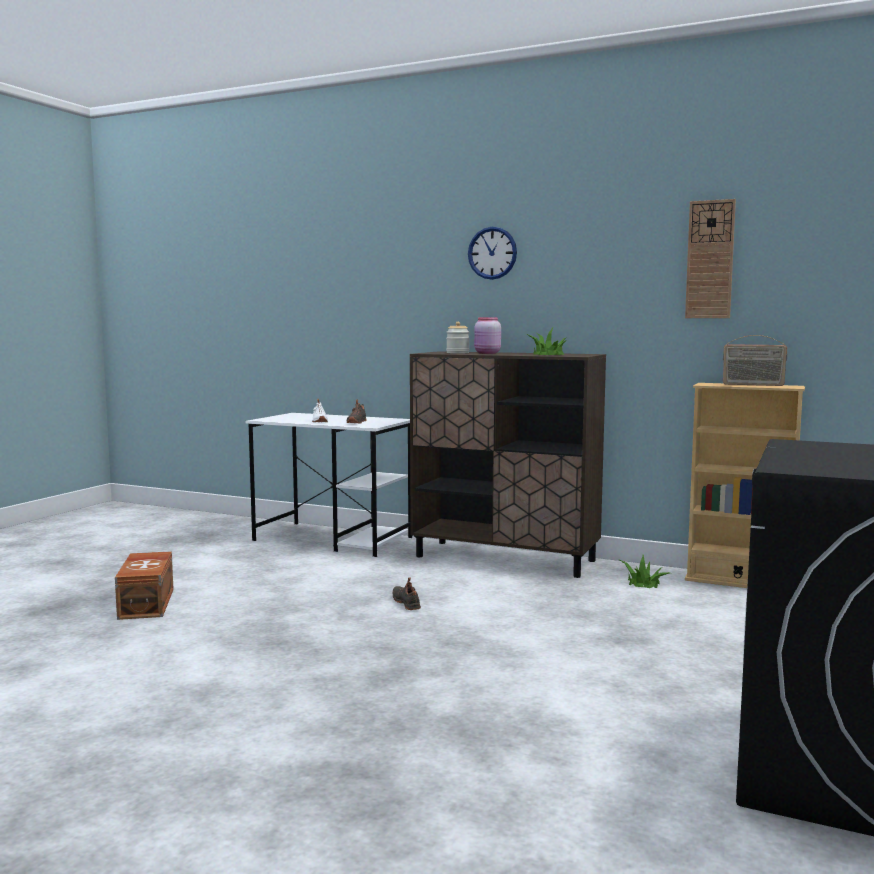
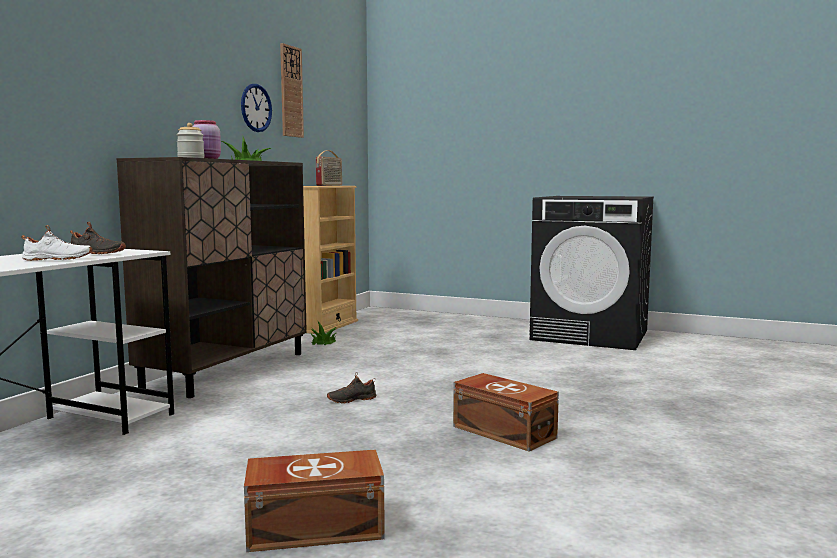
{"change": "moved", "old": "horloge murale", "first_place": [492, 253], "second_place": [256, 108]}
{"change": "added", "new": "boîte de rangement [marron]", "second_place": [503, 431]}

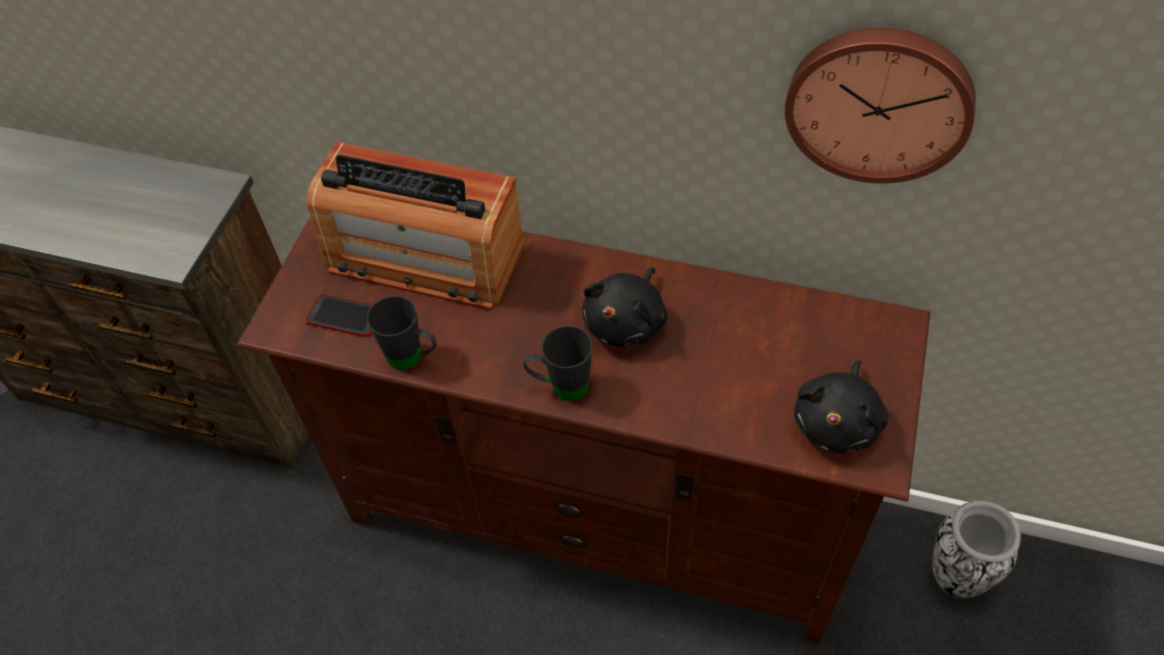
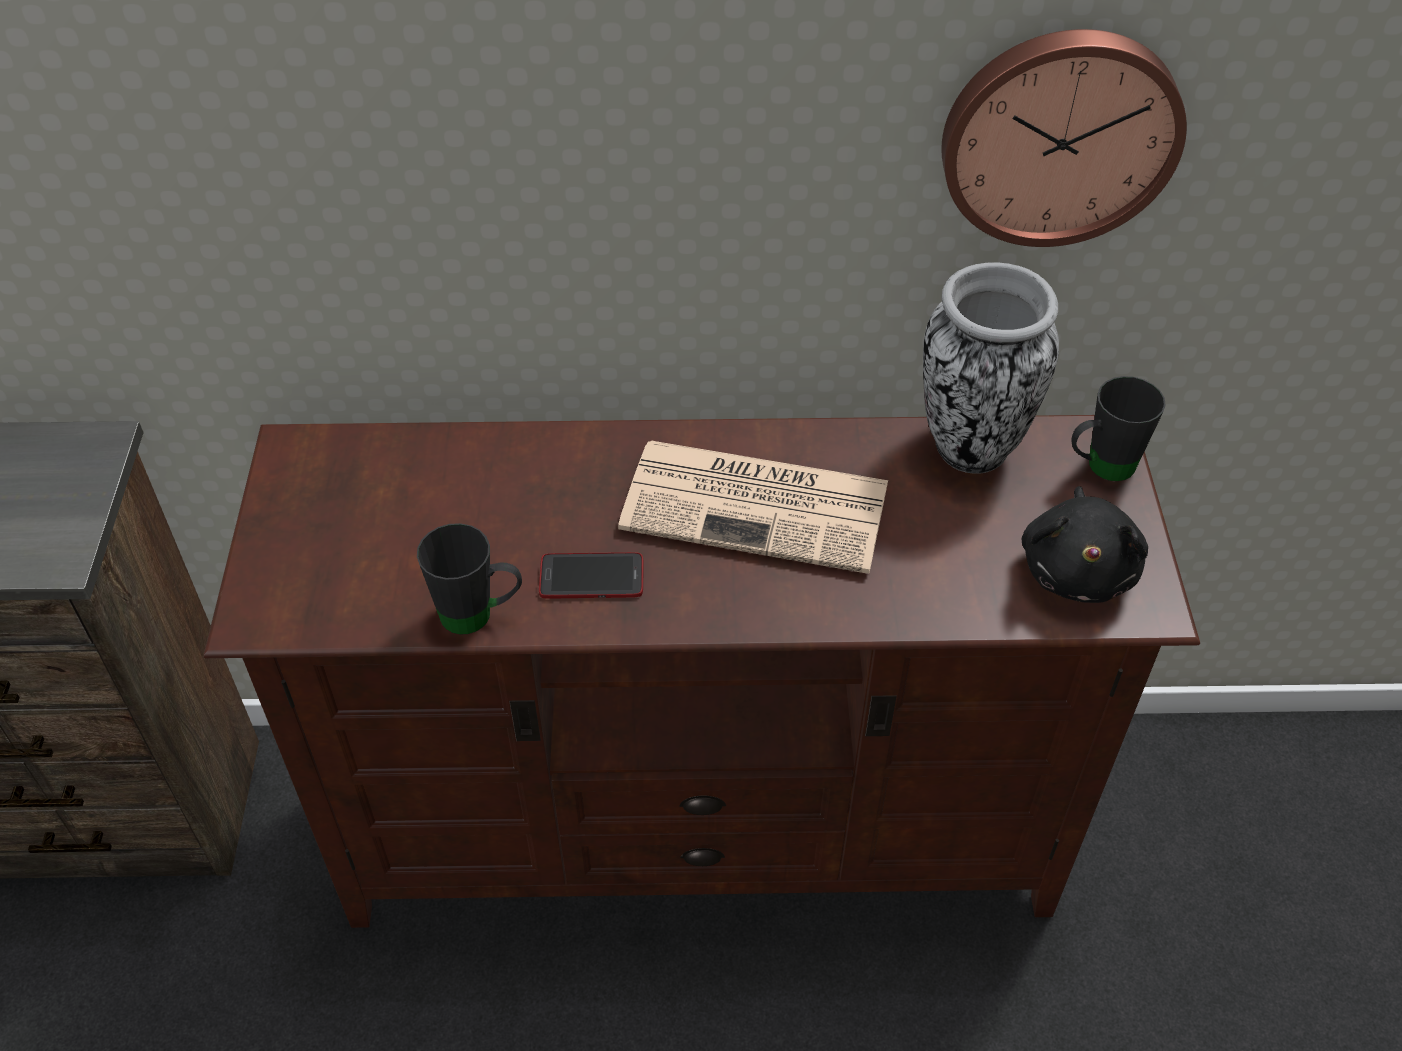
{"change": "moved", "old": "téléphone", "first_place": [343, 316], "second_place": [591, 577]}
{"change": "replaced", "old": "peluche [noir]", "new": "journal", "first_place": [627, 322], "second_place": [759, 506]}
{"change": "moved", "old": "vase", "first_place": [954, 577], "second_place": [969, 446]}
{"change": "moved", "old": "mug [noir]", "first_place": [560, 387], "second_place": [1100, 468]}
{"change": "removed", "old": "radio", "first_place": [425, 258]}

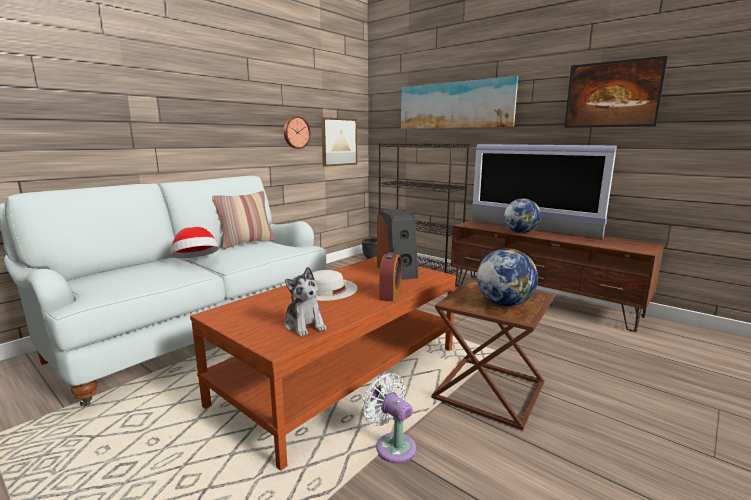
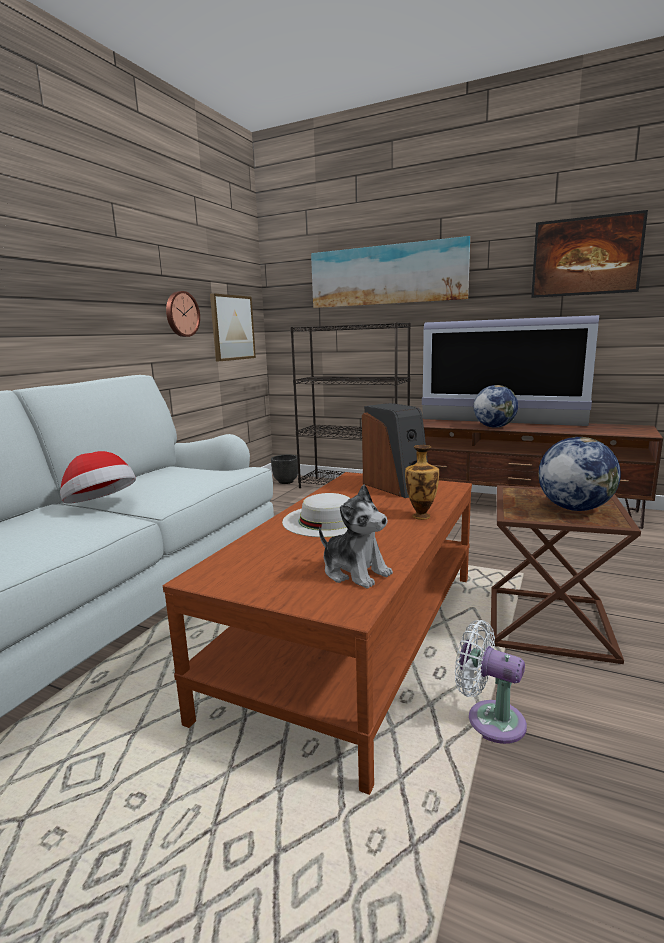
{"change": "replaced", "old": "réveil", "new": "vase", "first_place": [390, 294], "second_place": [421, 516]}
{"change": "removed", "old": "coussin", "first_place": [246, 243]}

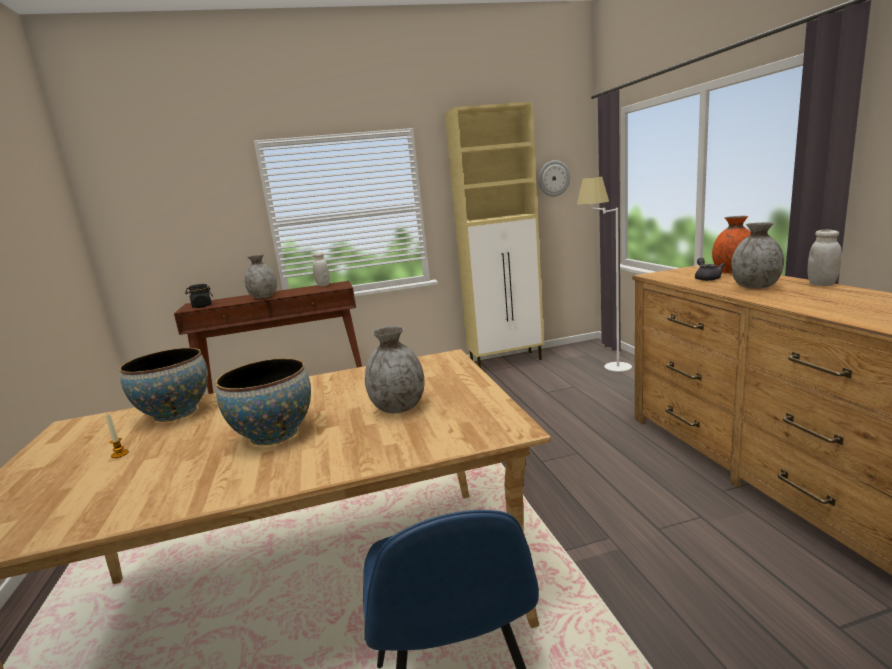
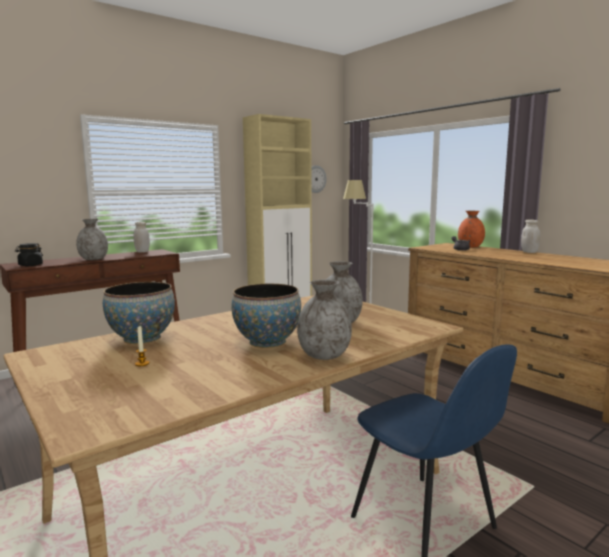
{"change": "moved", "old": "vase [gris]", "first_place": [755, 287], "second_place": [324, 356]}

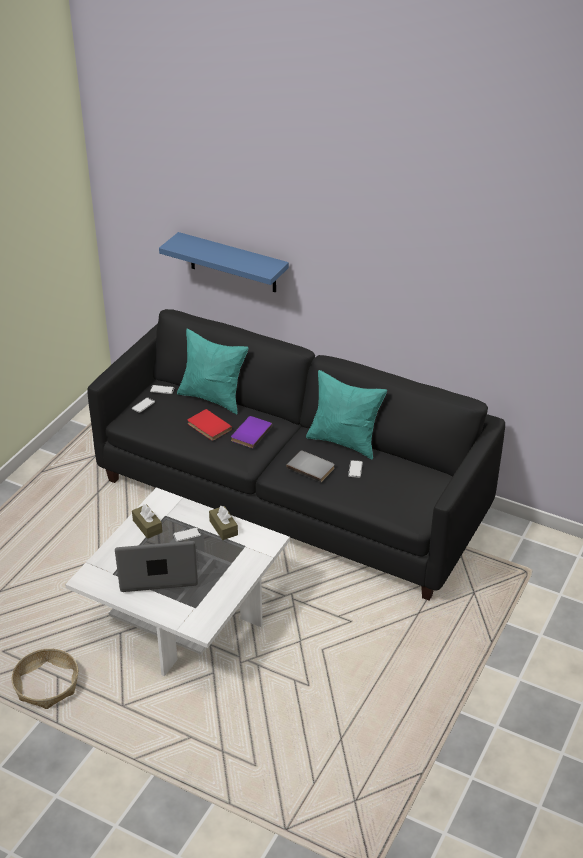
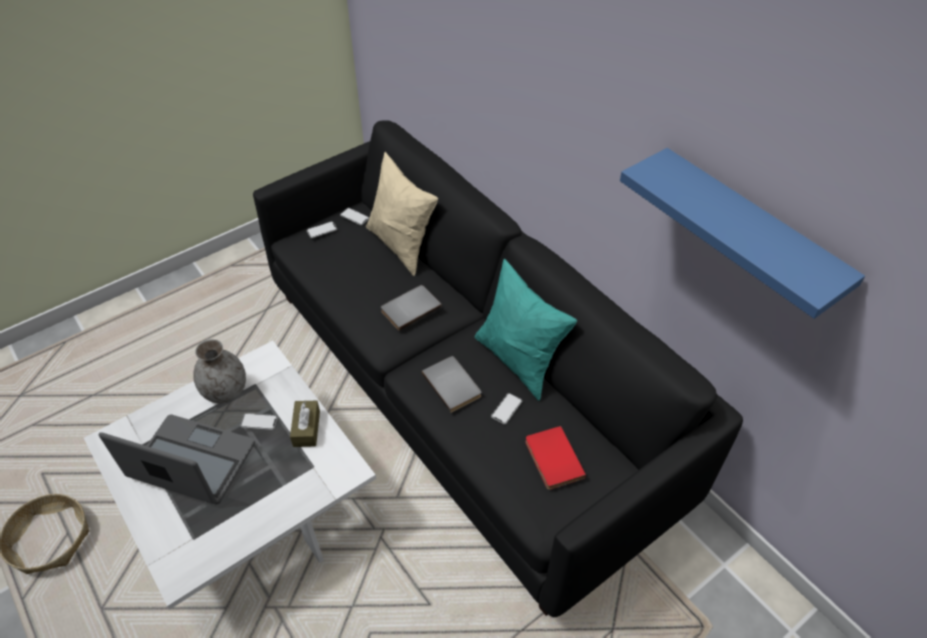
{"change": "replaced", "old": "boîte à mouchoirs [marron]", "new": "vase [gris]", "first_place": [147, 526], "second_place": [225, 391]}
{"change": "recoloured", "old": "coussin [turquoise]", "new": "coussin [beige]", "first_place": [213, 398], "second_place": [402, 245]}
{"change": "recoloured", "old": "livre [violet]", "new": "livre [gris]", "first_place": [250, 433], "second_place": [409, 308]}
{"change": "moved", "old": "livre [rouge]", "first_place": [208, 427], "second_place": [552, 459]}
{"change": "moved", "old": "étagère [bleu]", "first_place": [233, 263], "second_place": [747, 233]}

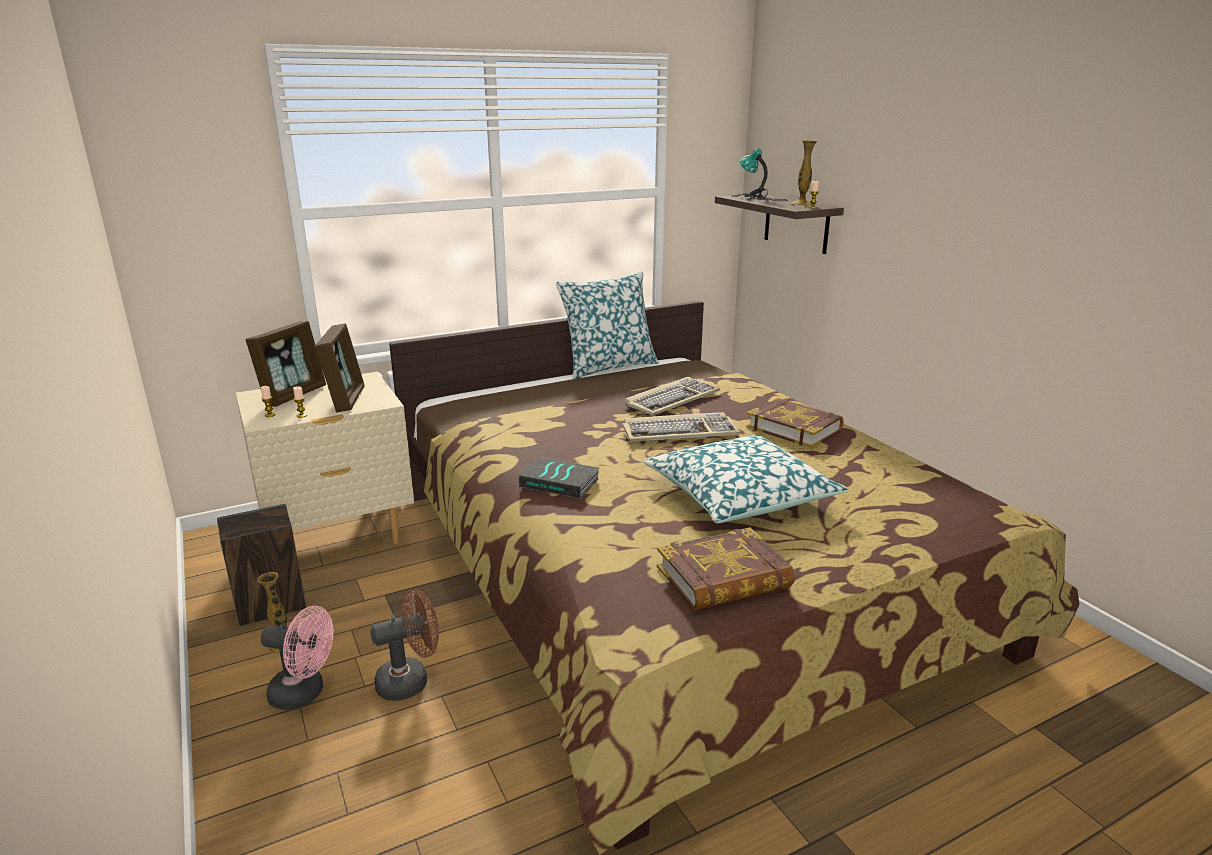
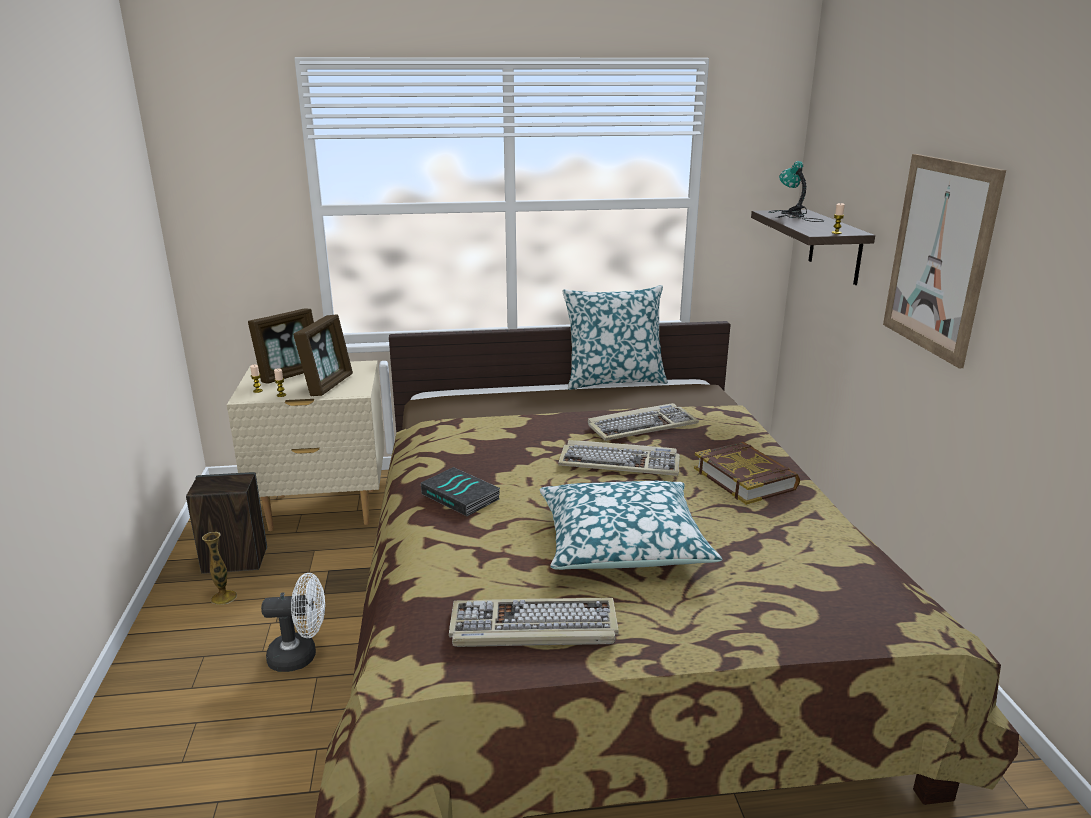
{"change": "recoloured", "old": "ventilateur [marron]", "new": "ventilateur [blanc]", "first_place": [410, 680], "second_place": [301, 656]}
{"change": "replaced", "old": "livre", "new": "clavier", "first_place": [724, 578], "second_place": [532, 628]}
{"change": "added", "new": "tableau", "second_place": [939, 257]}
{"change": "removed", "old": "ventilateur [rose]", "first_place": [305, 693]}
{"change": "removed", "old": "vase", "first_place": [801, 204]}

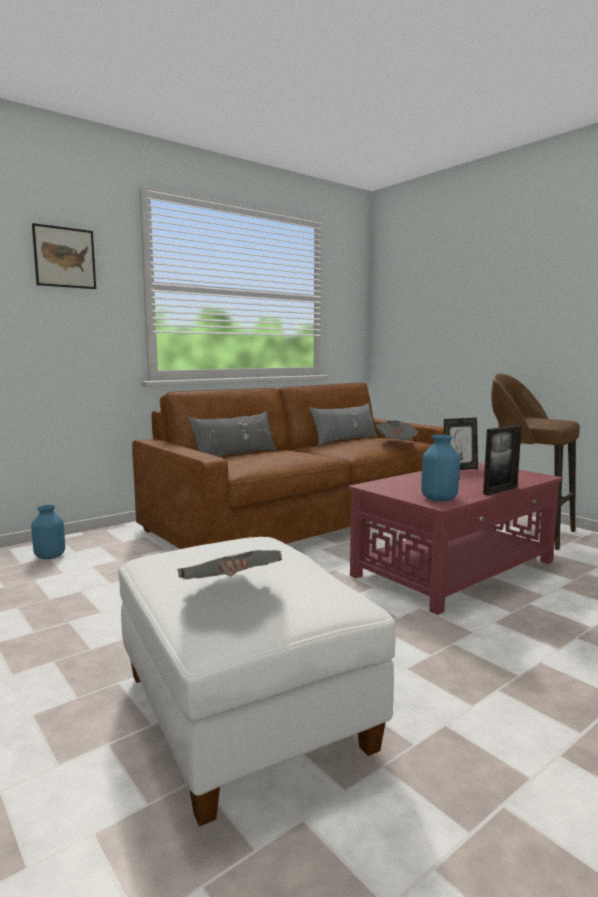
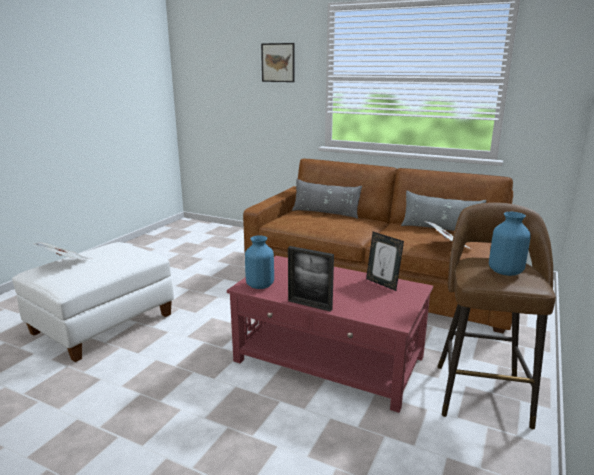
{"change": "moved", "old": "vase [bleu]", "first_place": [49, 556], "second_place": [504, 271]}

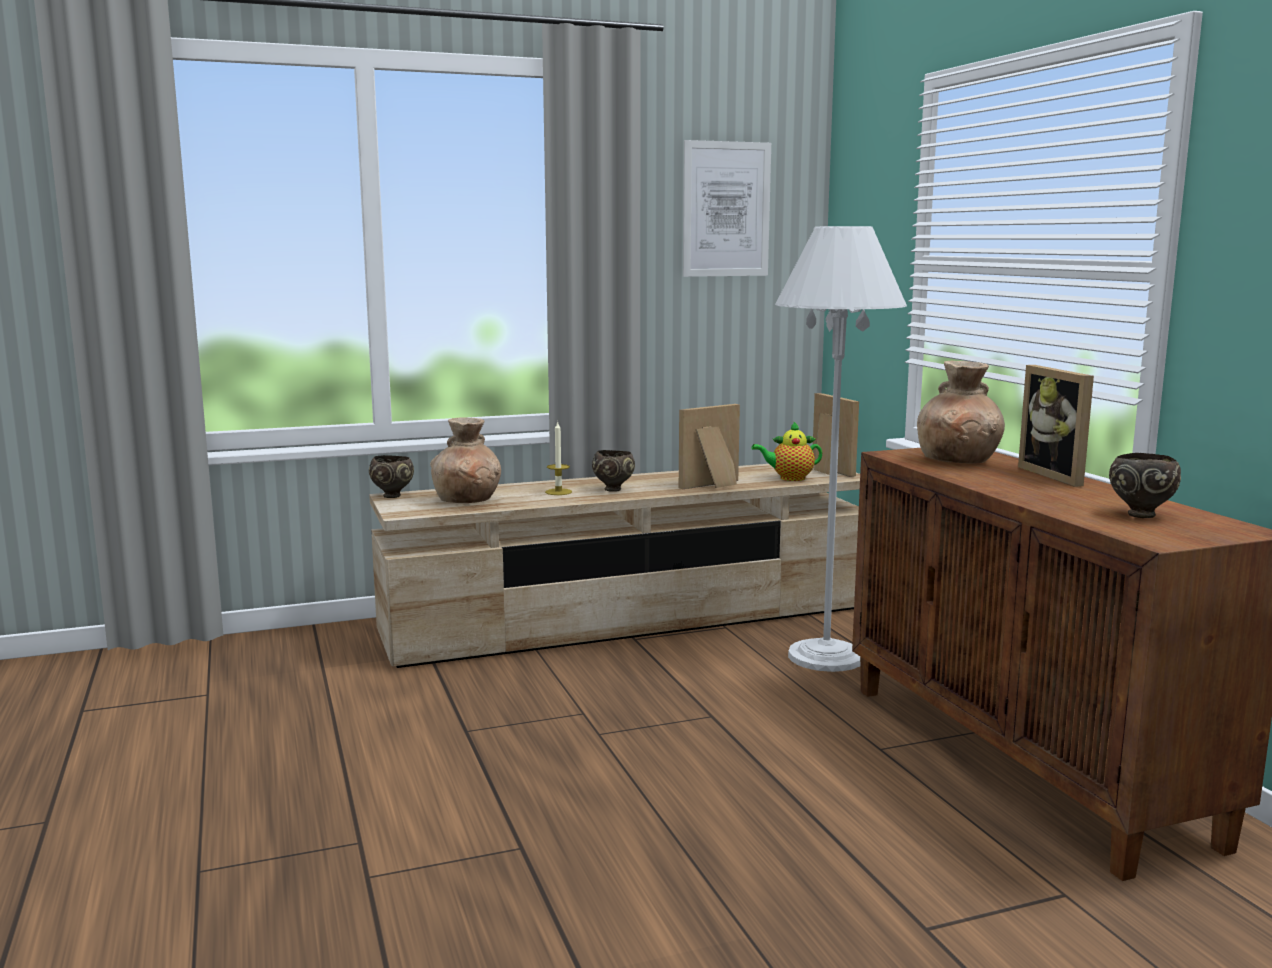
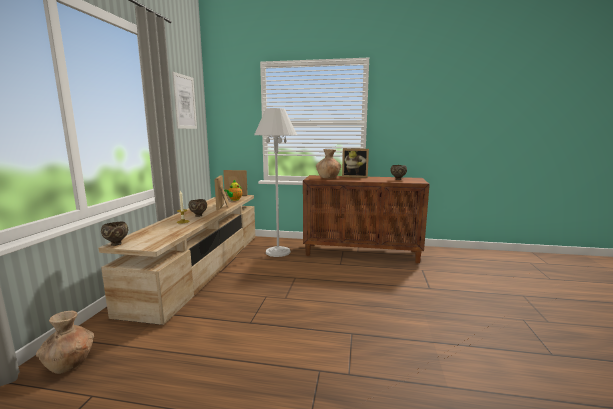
{"change": "moved", "old": "vase [marron]", "first_place": [467, 500], "second_place": [70, 363]}

